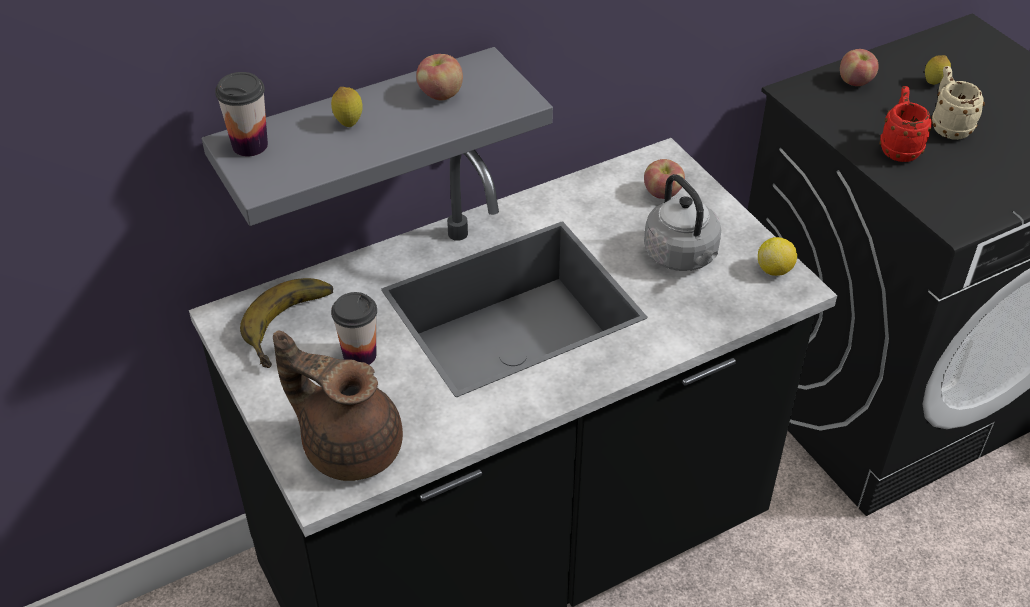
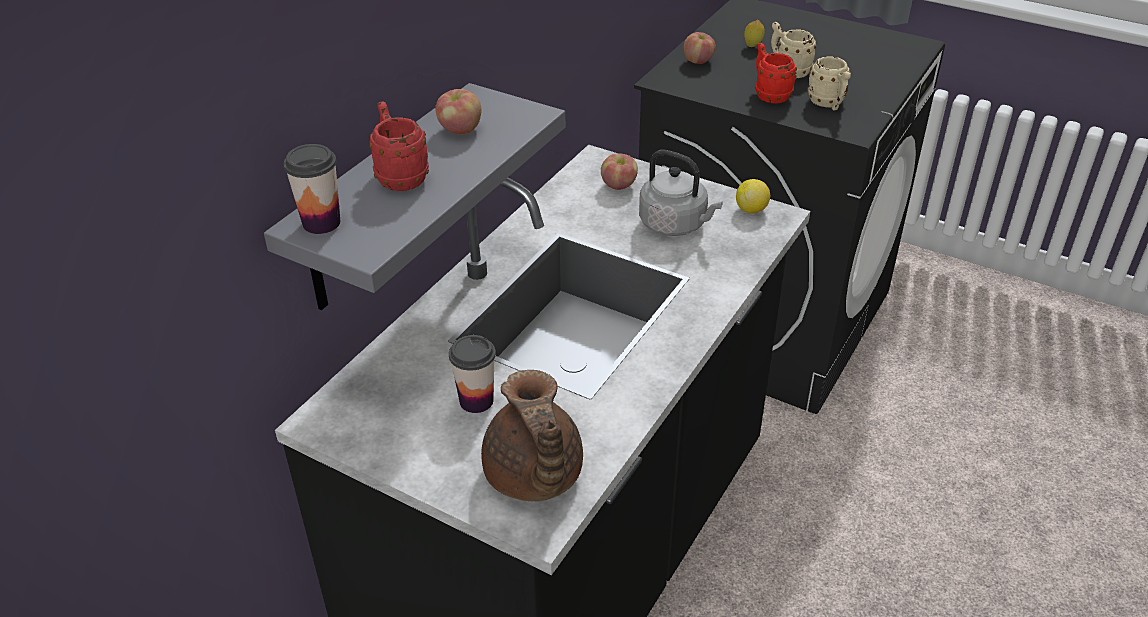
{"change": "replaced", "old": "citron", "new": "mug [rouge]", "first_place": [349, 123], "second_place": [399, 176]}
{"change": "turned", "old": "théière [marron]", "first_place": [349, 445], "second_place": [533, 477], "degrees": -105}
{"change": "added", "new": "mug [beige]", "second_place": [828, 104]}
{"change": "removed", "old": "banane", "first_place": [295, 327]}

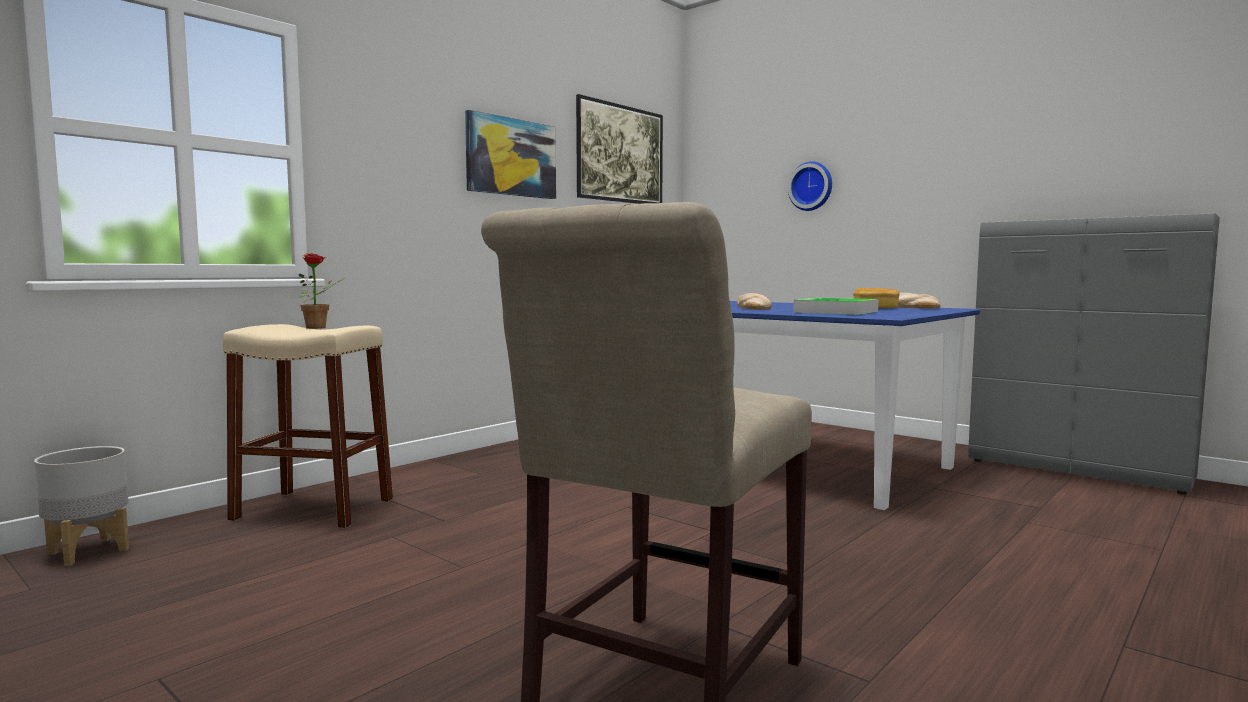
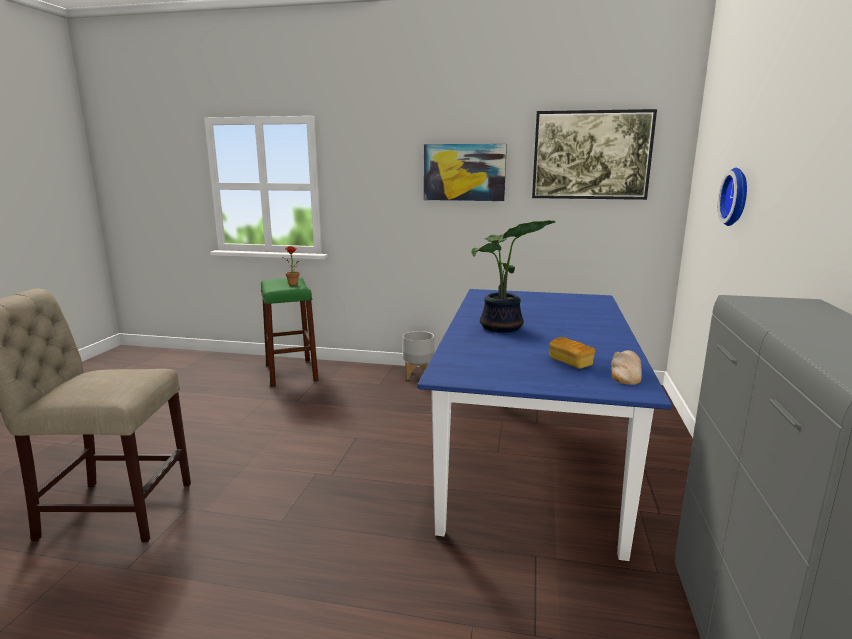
{"change": "recoloured", "old": "tabouret [beige]", "new": "tabouret [vert]", "first_place": [313, 509], "second_place": [291, 372]}
{"change": "moved", "old": "cache-pot [gris]", "first_place": [89, 551], "second_place": [418, 376]}
{"change": "replaced", "old": "pain", "new": "plante en pot", "first_place": [752, 308], "second_place": [502, 328]}
{"change": "removed", "old": "plateau", "first_place": [836, 312]}

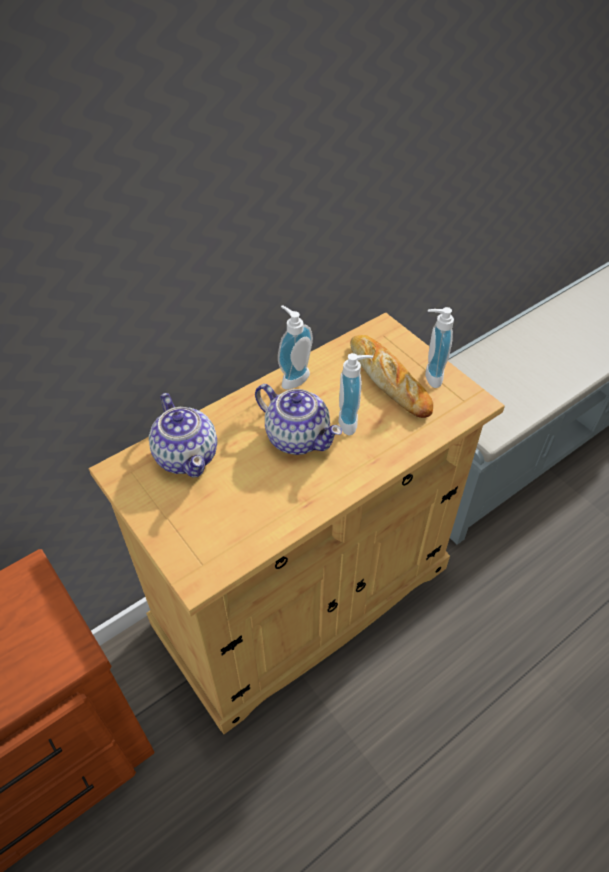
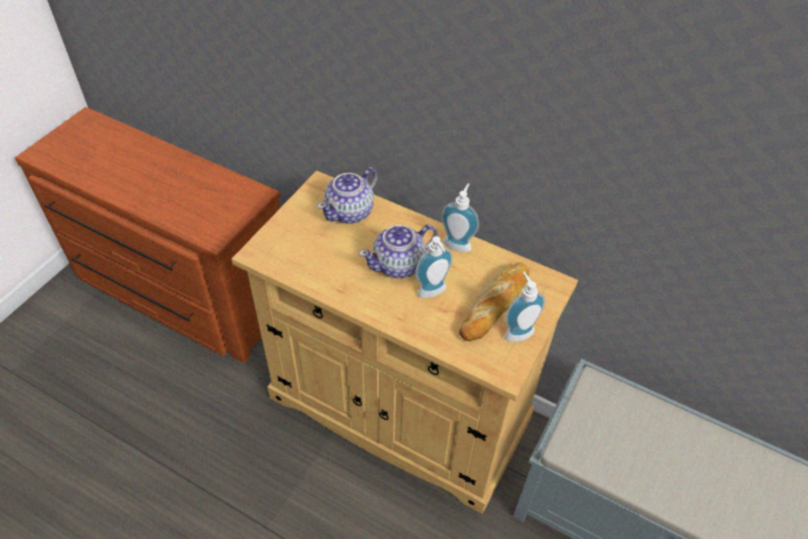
{"change": "turned", "old": "théière", "first_place": [297, 437], "second_place": [399, 265], "degrees": 45}

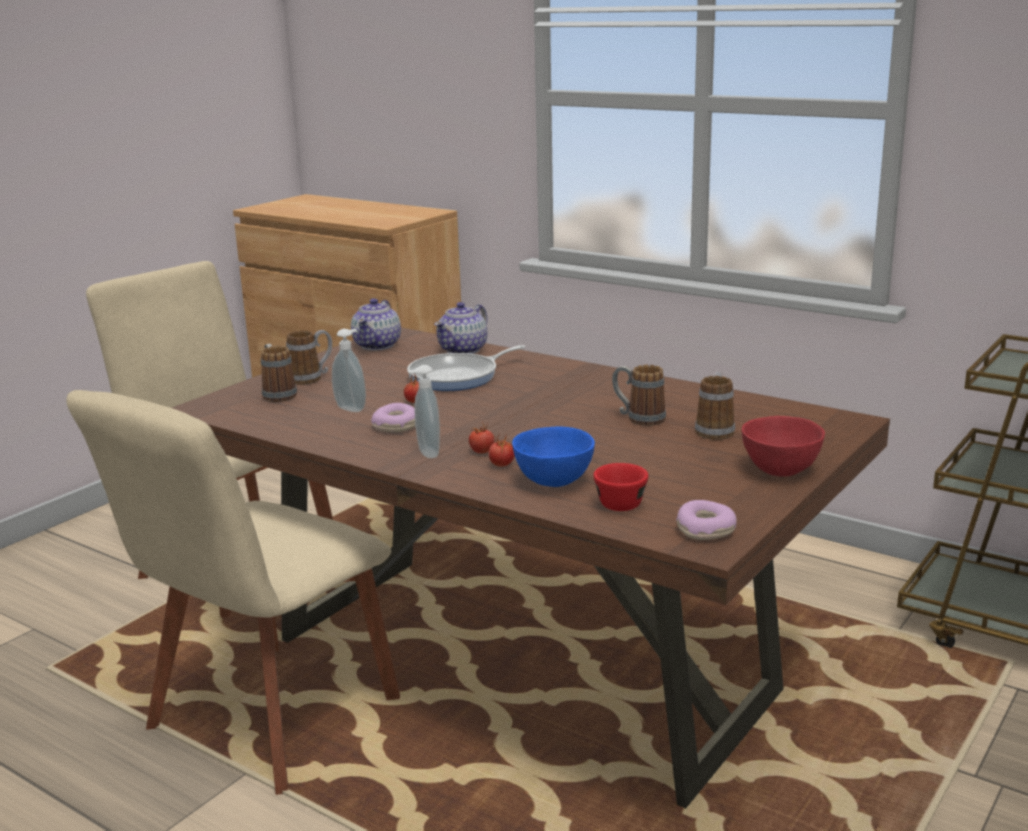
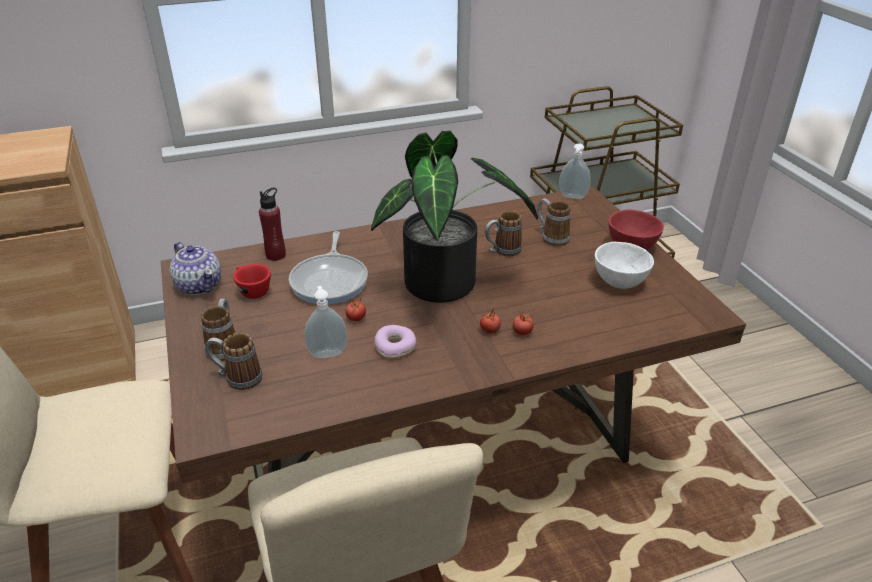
{"change": "moved", "old": "tasse [rouge]", "first_place": [620, 501], "second_place": [252, 290]}
{"change": "replaced", "old": "théière", "new": "bouteille [rouge]", "first_place": [463, 350], "second_place": [276, 255]}
{"change": "added", "new": "plante en pot", "second_place": [448, 286]}
{"change": "moved", "old": "distributeur de savon", "first_place": [426, 453], "second_place": [572, 197]}
{"change": "added", "new": "bol [blanc]", "second_place": [619, 281]}
{"change": "removed", "old": "bol [bleu]", "first_place": [554, 482]}
{"change": "removed", "old": "beignet", "first_place": [705, 530]}

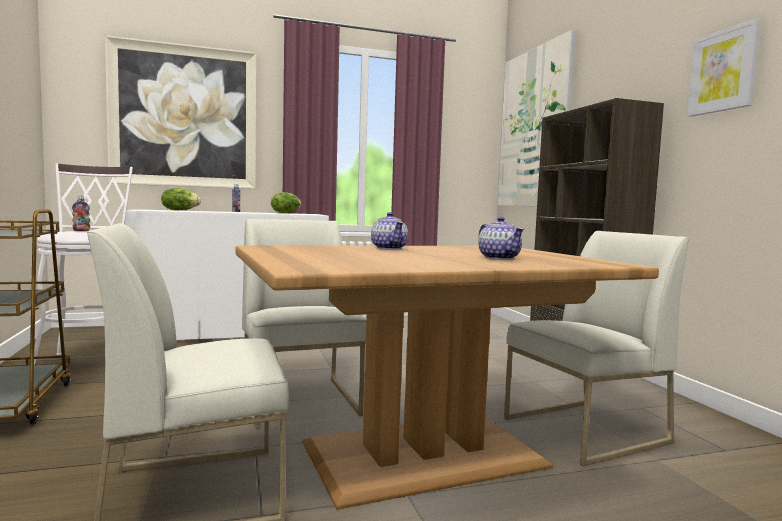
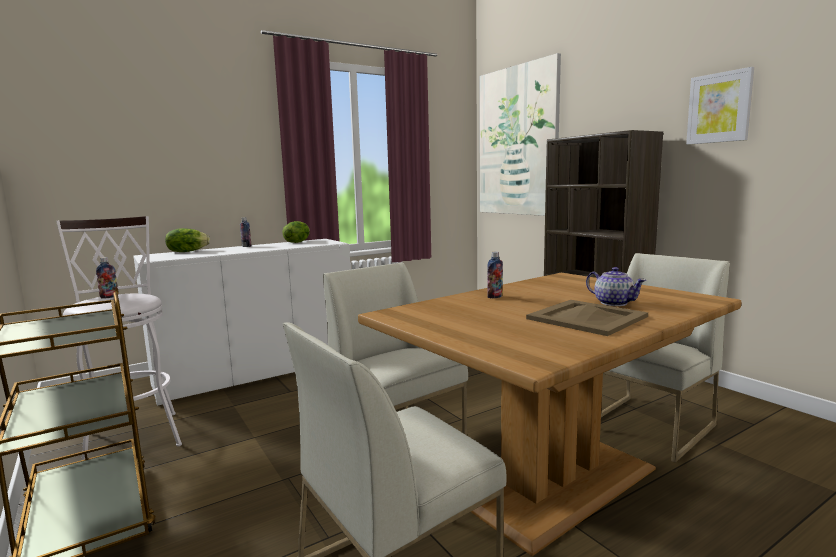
{"change": "replaced", "old": "théière", "new": "bouteille", "first_place": [389, 248], "second_place": [495, 297]}
{"change": "added", "new": "plateau [beige]", "second_place": [585, 318]}
{"change": "removed", "old": "tableau", "first_place": [184, 117]}

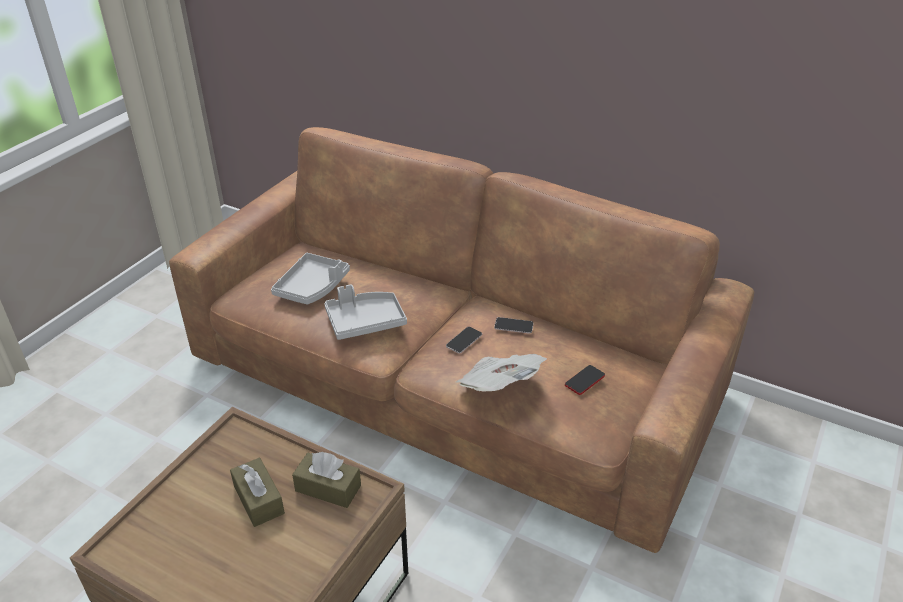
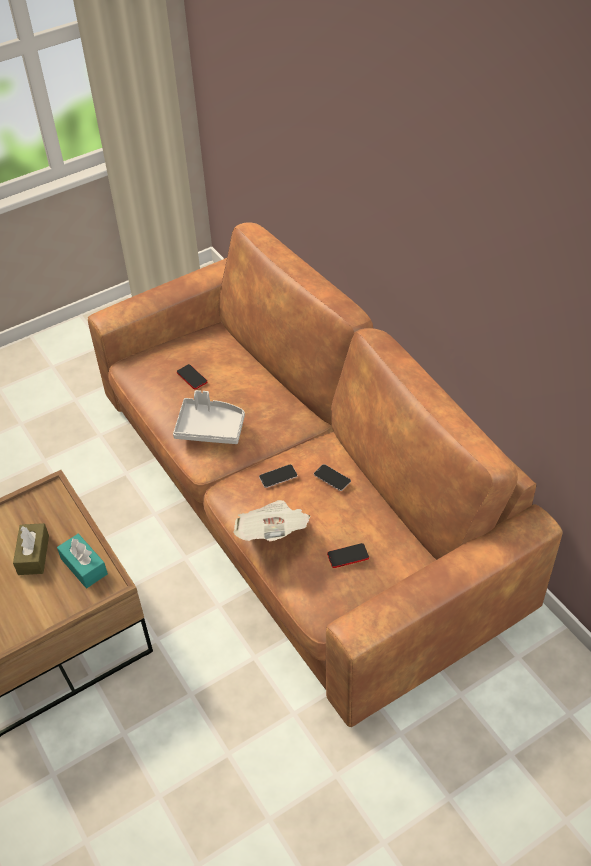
{"change": "recoloured", "old": "boîte à mouchoirs [marron]", "new": "boîte à mouchoirs [turquoise]", "first_place": [328, 488], "second_place": [84, 566]}
{"change": "replaced", "old": "plateau [gris]", "new": "téléphone", "first_place": [312, 287], "second_place": [192, 377]}

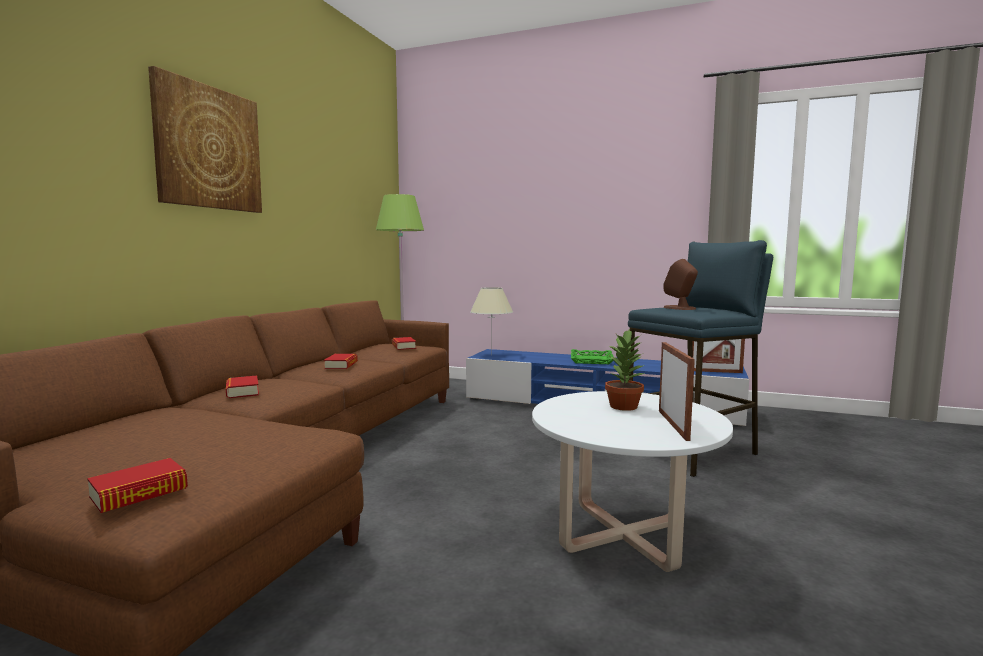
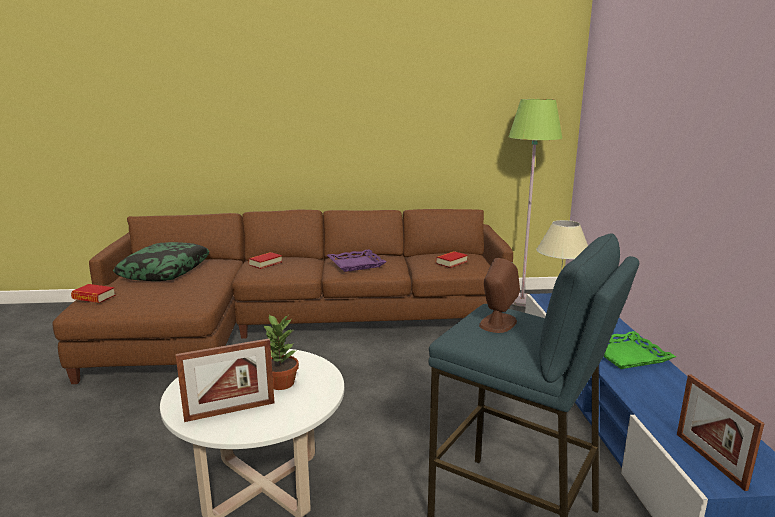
{"change": "added", "new": "coussin", "second_place": [165, 271]}
{"change": "replaced", "old": "livre", "new": "plateau [violet]", "first_place": [341, 365], "second_place": [356, 264]}
{"change": "removed", "old": "tableau", "first_place": [208, 148]}

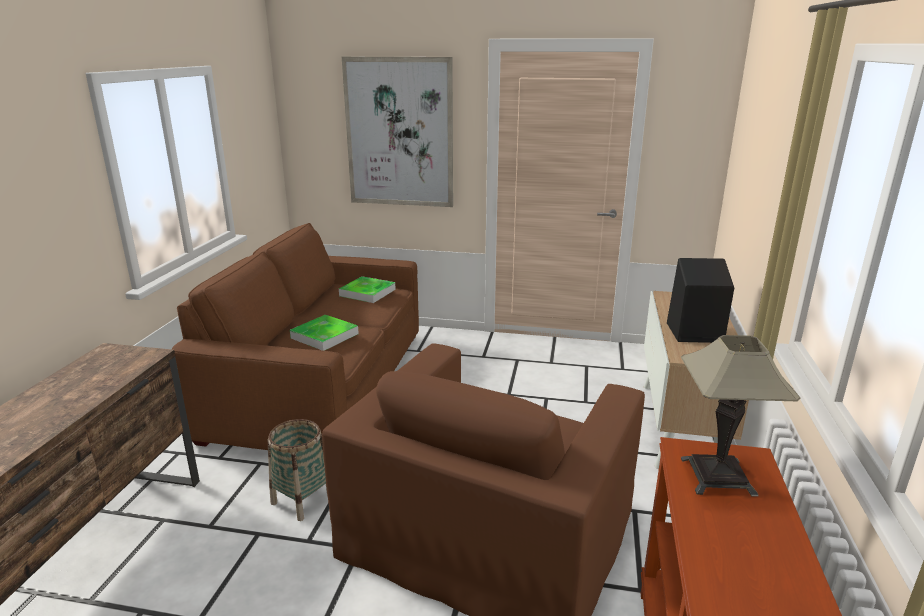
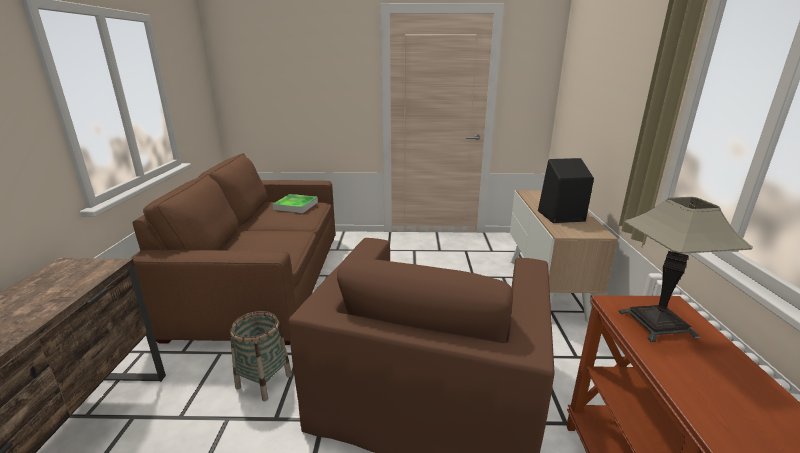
{"change": "removed", "old": "plateau", "first_place": [324, 336]}
{"change": "removed", "old": "tableau", "first_place": [399, 133]}

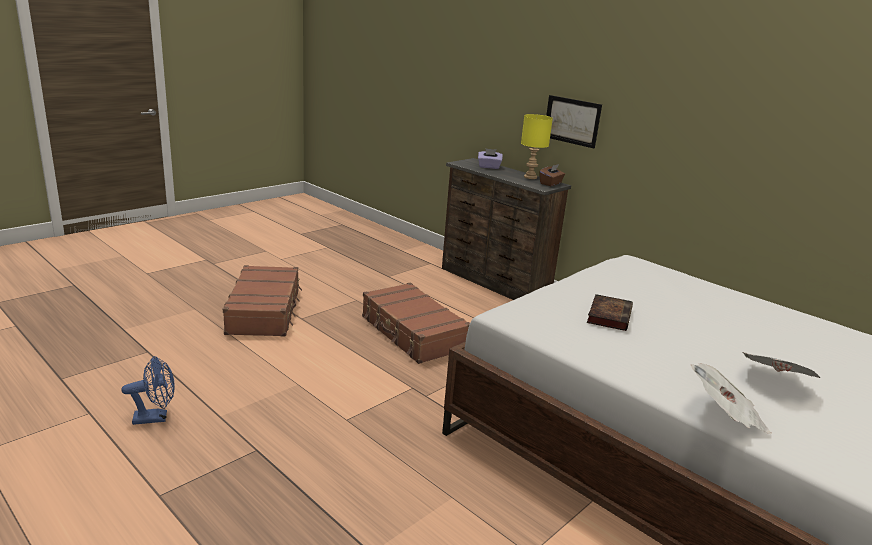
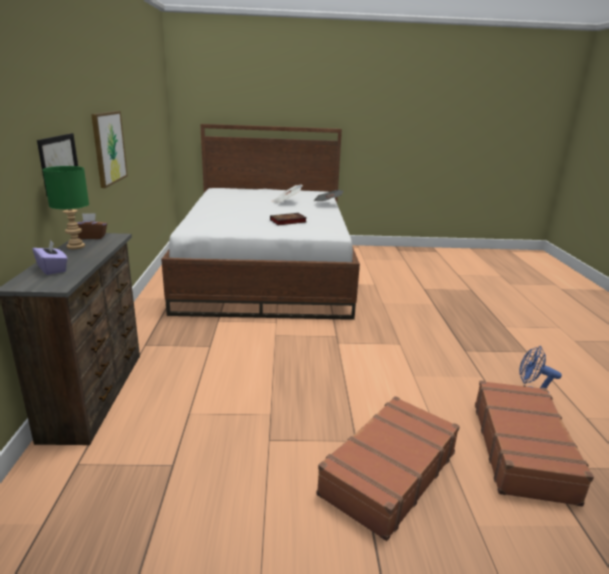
{"change": "recoloured", "old": "lampe de table [jaune]", "new": "lampe de table [vert]", "first_place": [530, 177], "second_place": [76, 246]}
{"change": "added", "new": "tableau", "second_place": [108, 148]}
{"change": "moved", "old": "valise [marron]", "first_place": [412, 333], "second_place": [522, 449]}

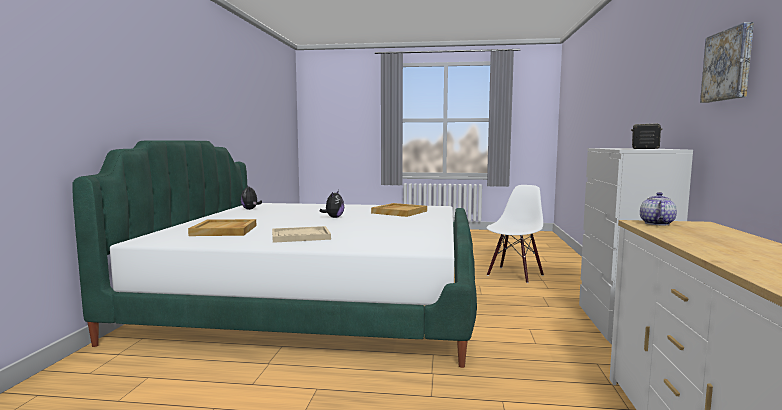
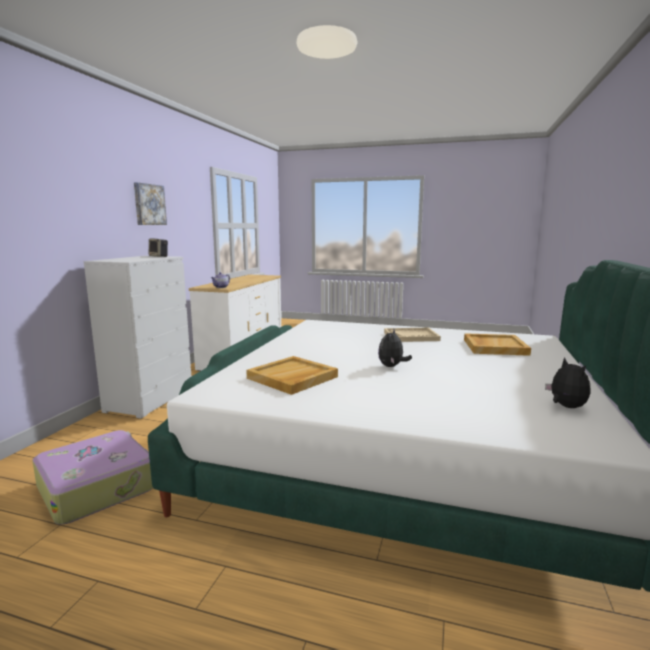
{"change": "replaced", "old": "chaise [blanc]", "new": "valise", "first_place": [514, 275], "second_place": [98, 486]}

